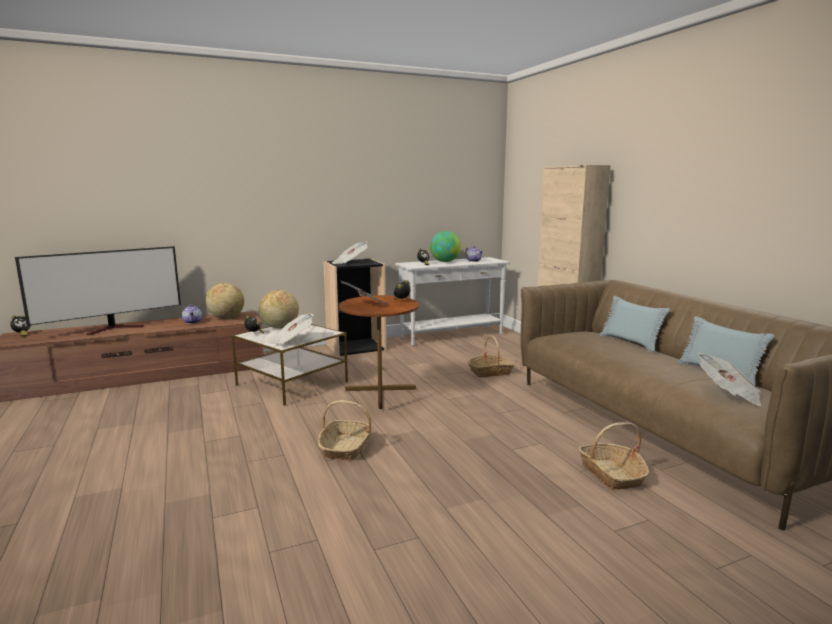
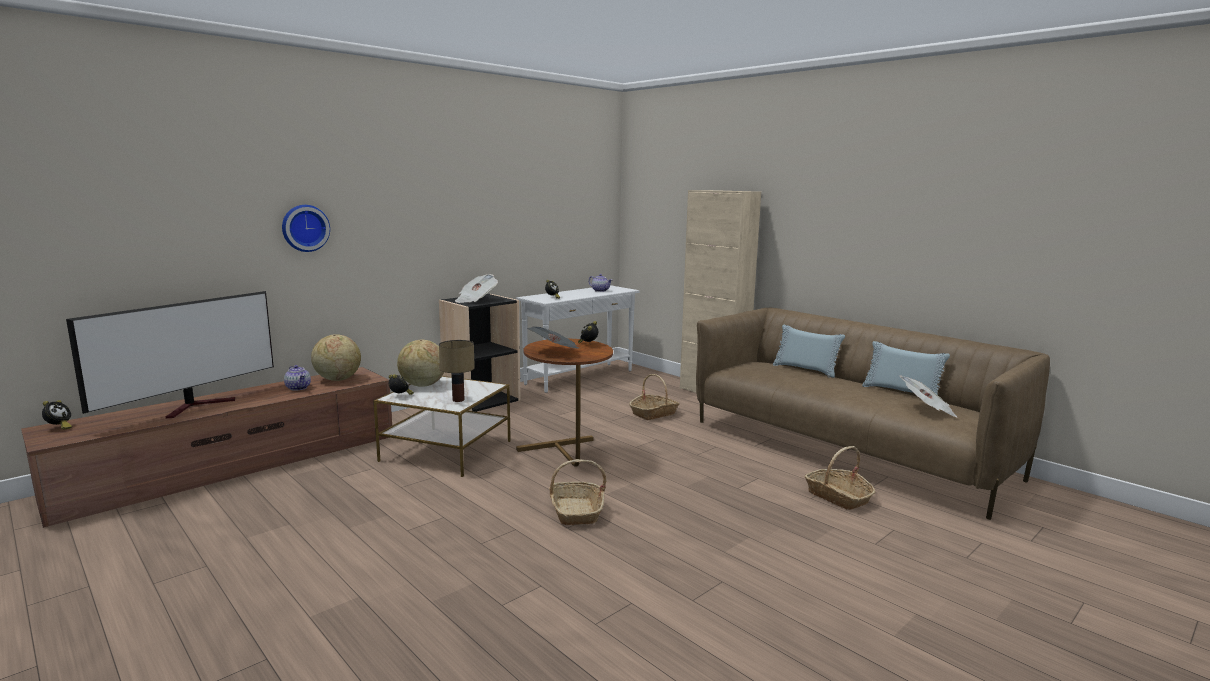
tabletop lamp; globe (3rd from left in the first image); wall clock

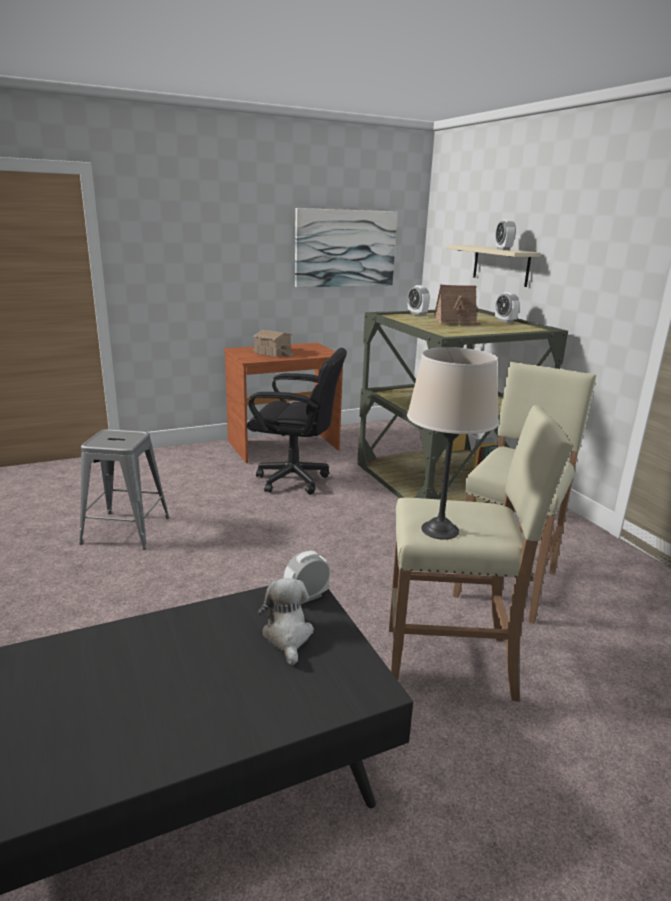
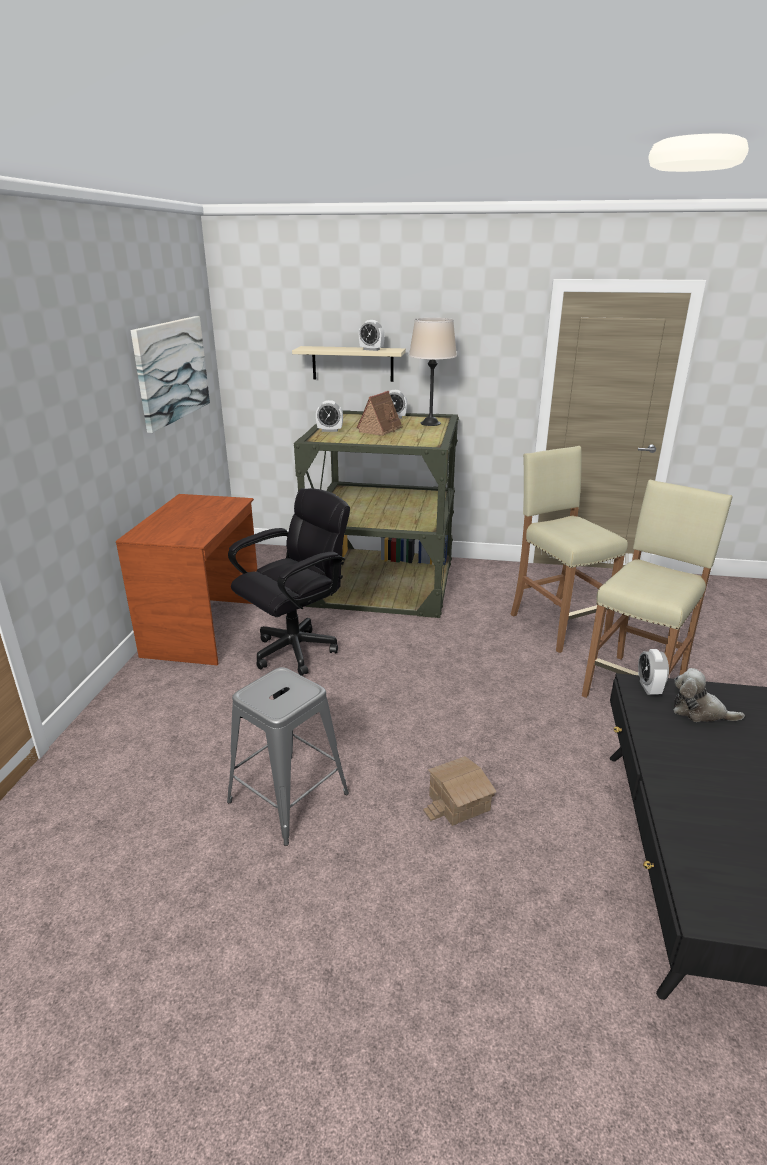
miniature house (2nd from left); beige tabletop lamp

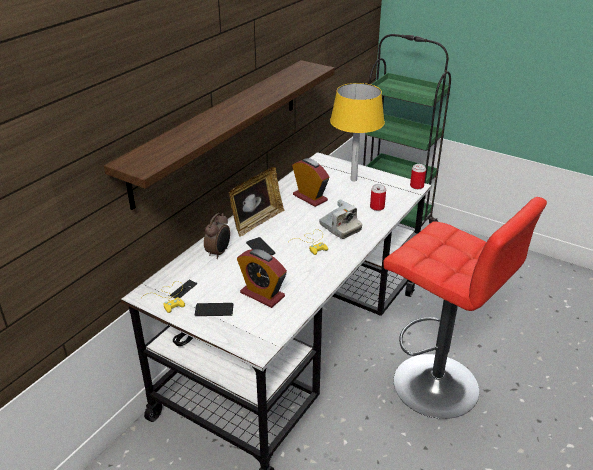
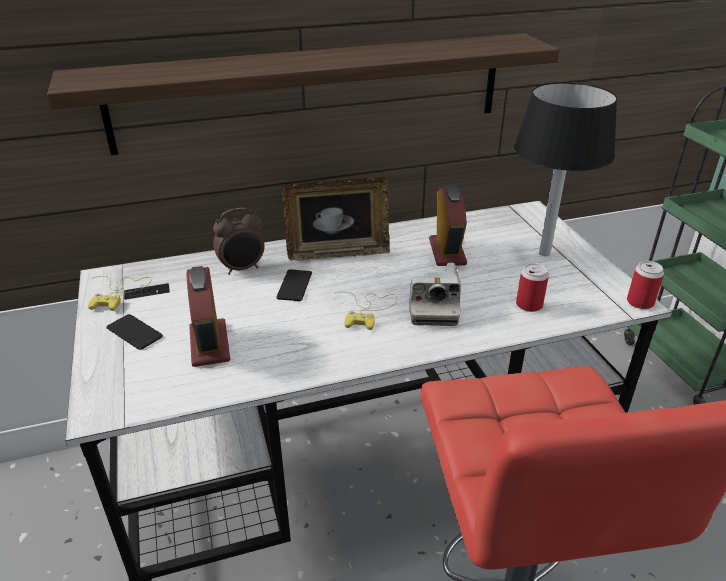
black-coloured tabletop lamp

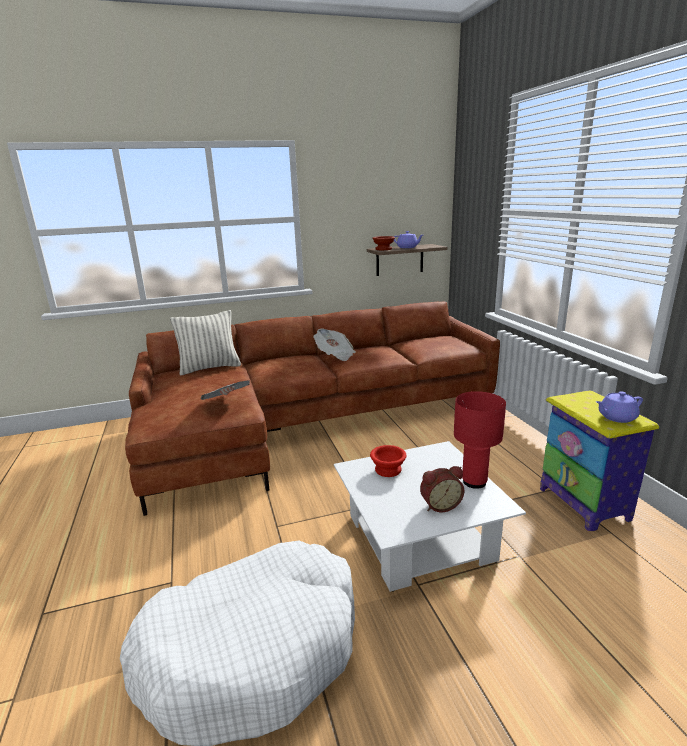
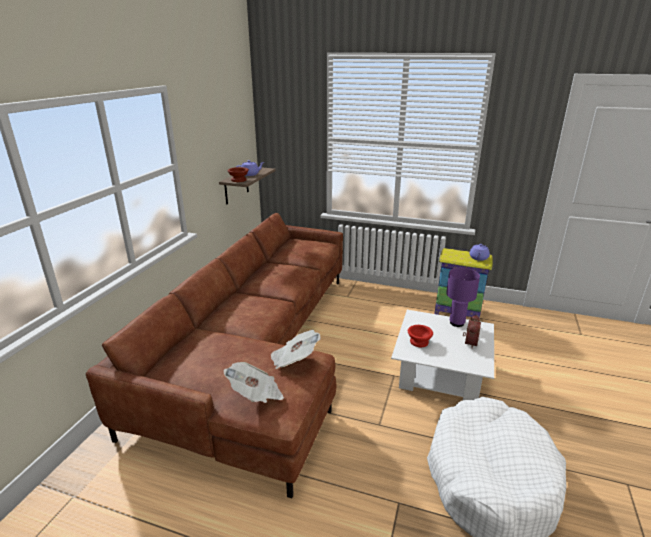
pillow; daily paper (1st from left); purple tabletop lamp

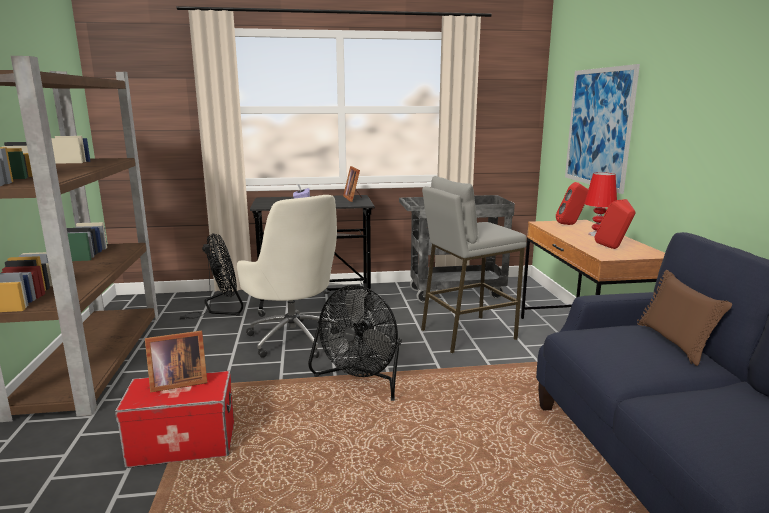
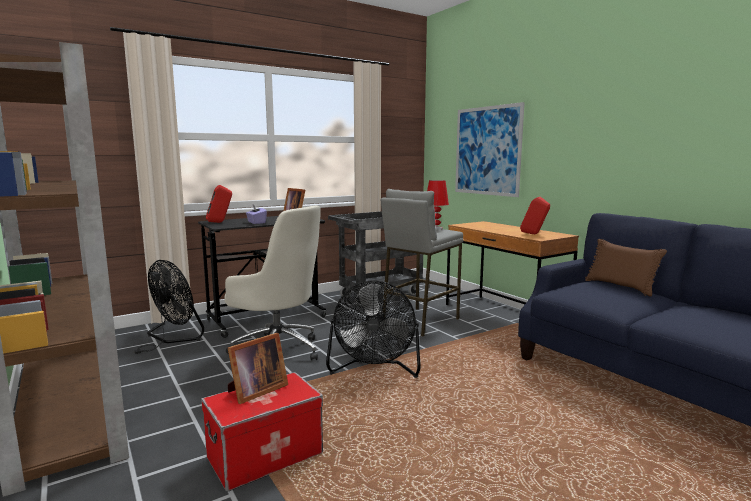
red-coloured audio speaker (1st from left); red-coloured tabletop lamp

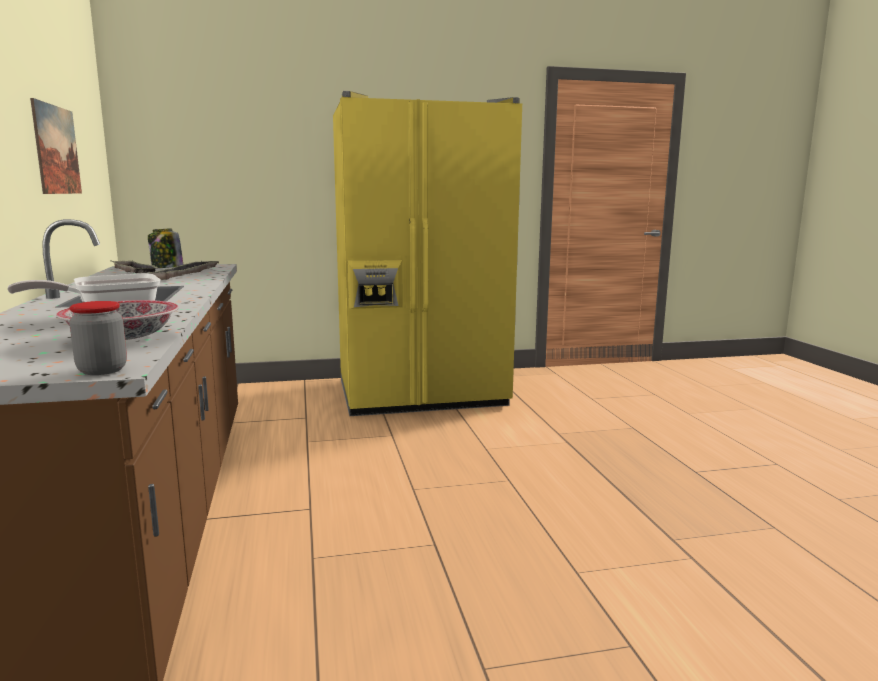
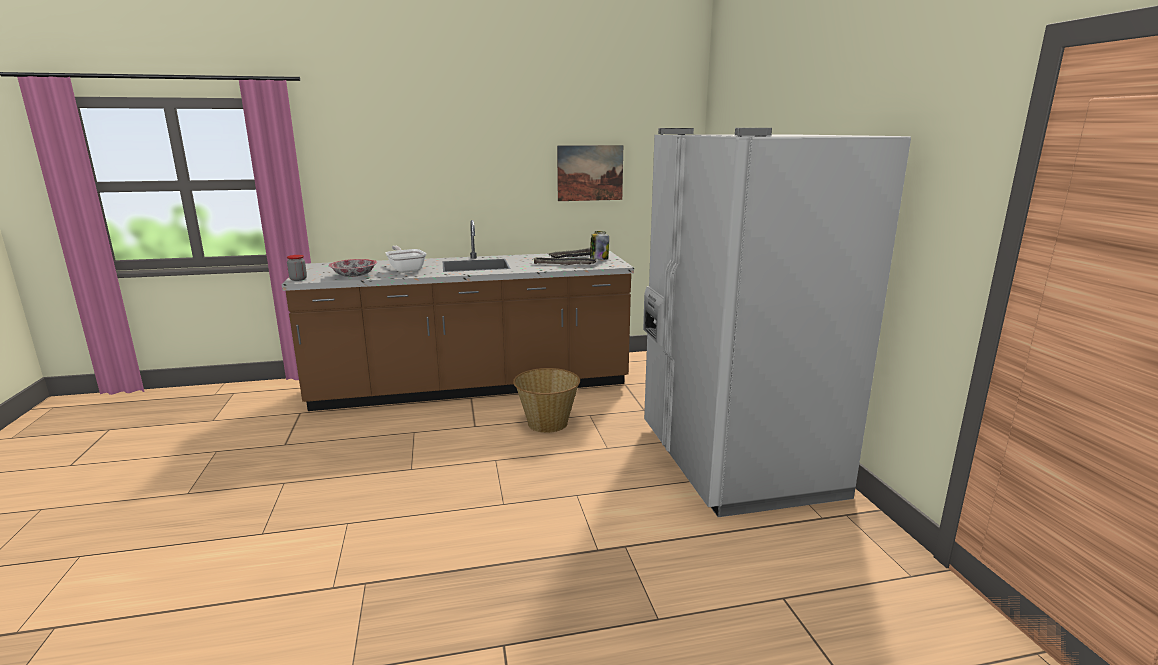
white refrigerator; storage basket

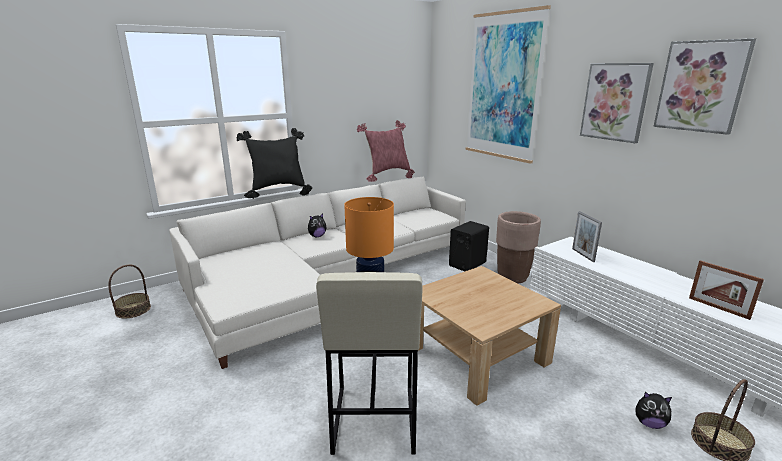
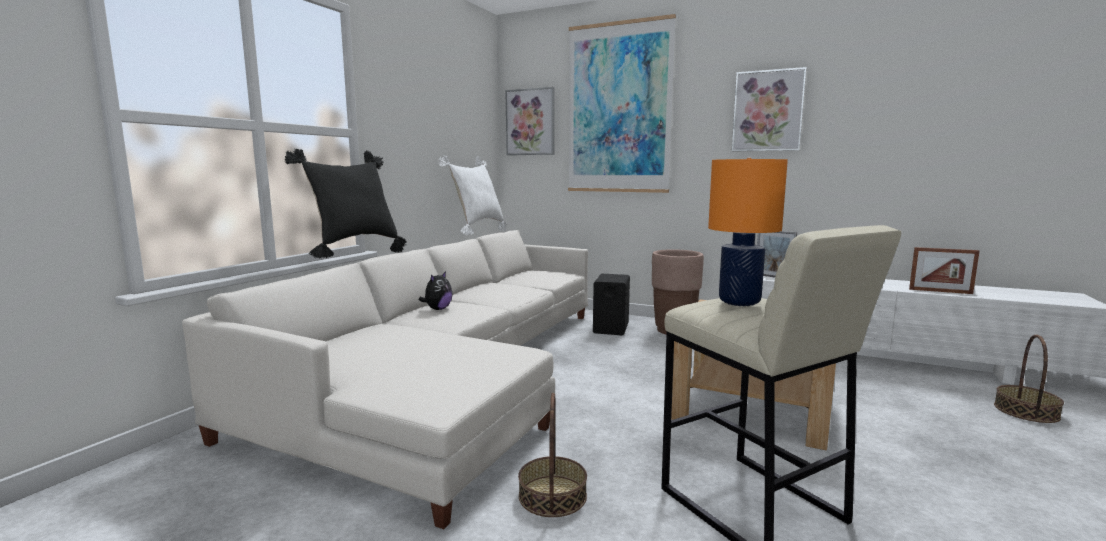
storage basket (1st from left); white pillow; soft toy (2nd from left in the first image); wall art (1st from left)

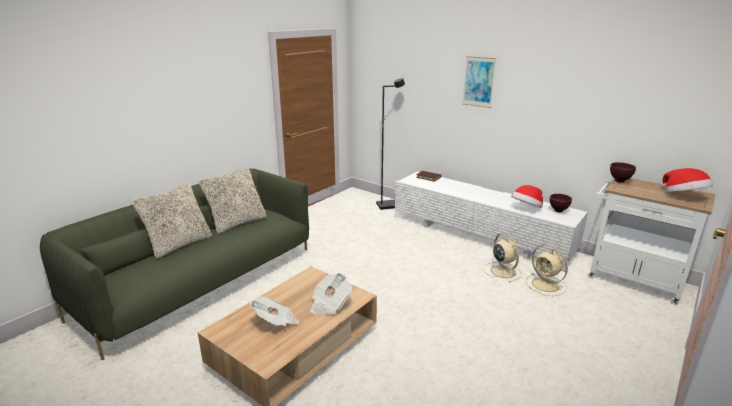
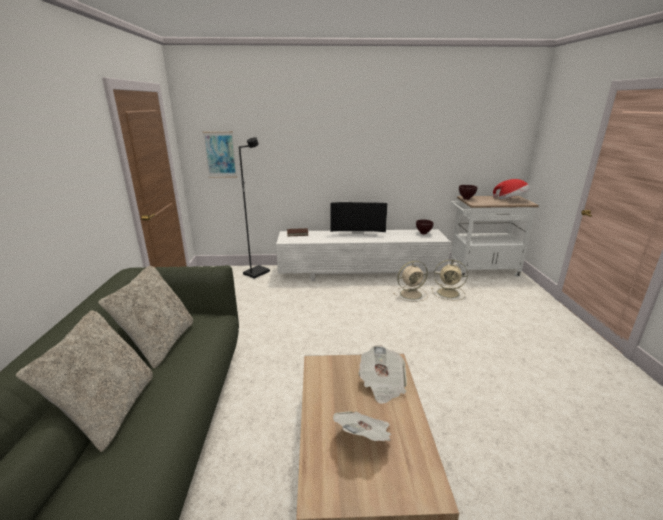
wall art; beige electric fan (1st from left); hat (1st from left in the first image); television

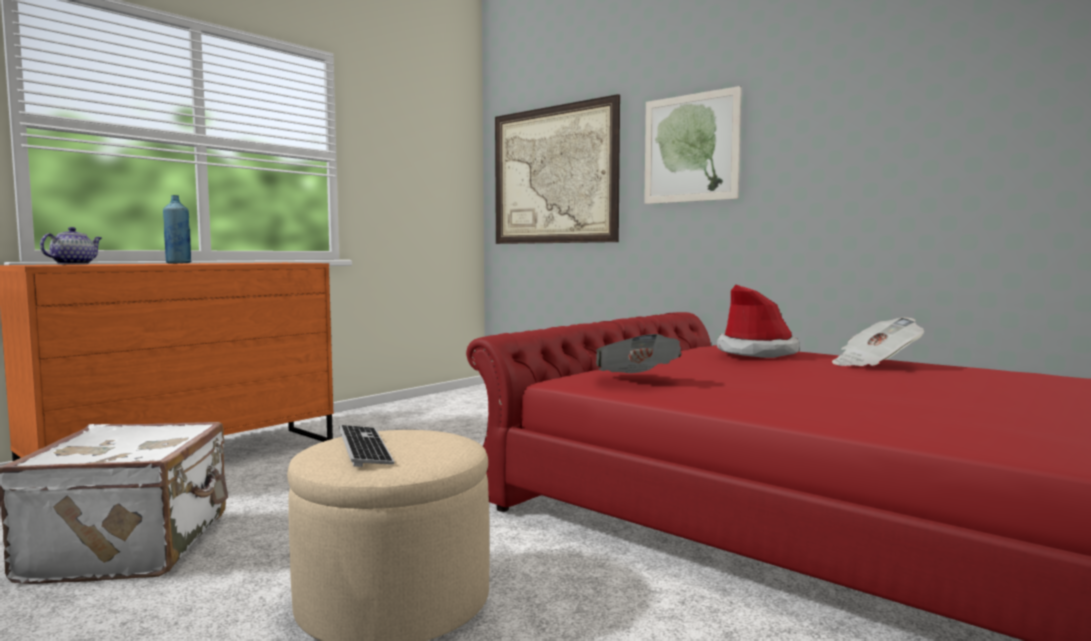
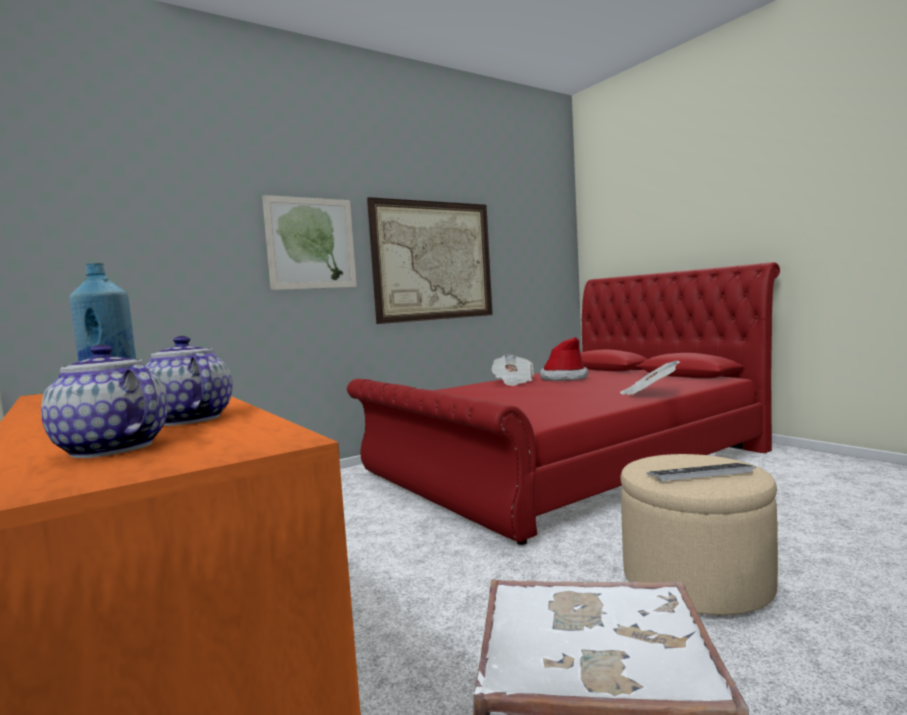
wall art (2nd from left); daily paper (2nd from left); hat; pot for tea (2nd from left)

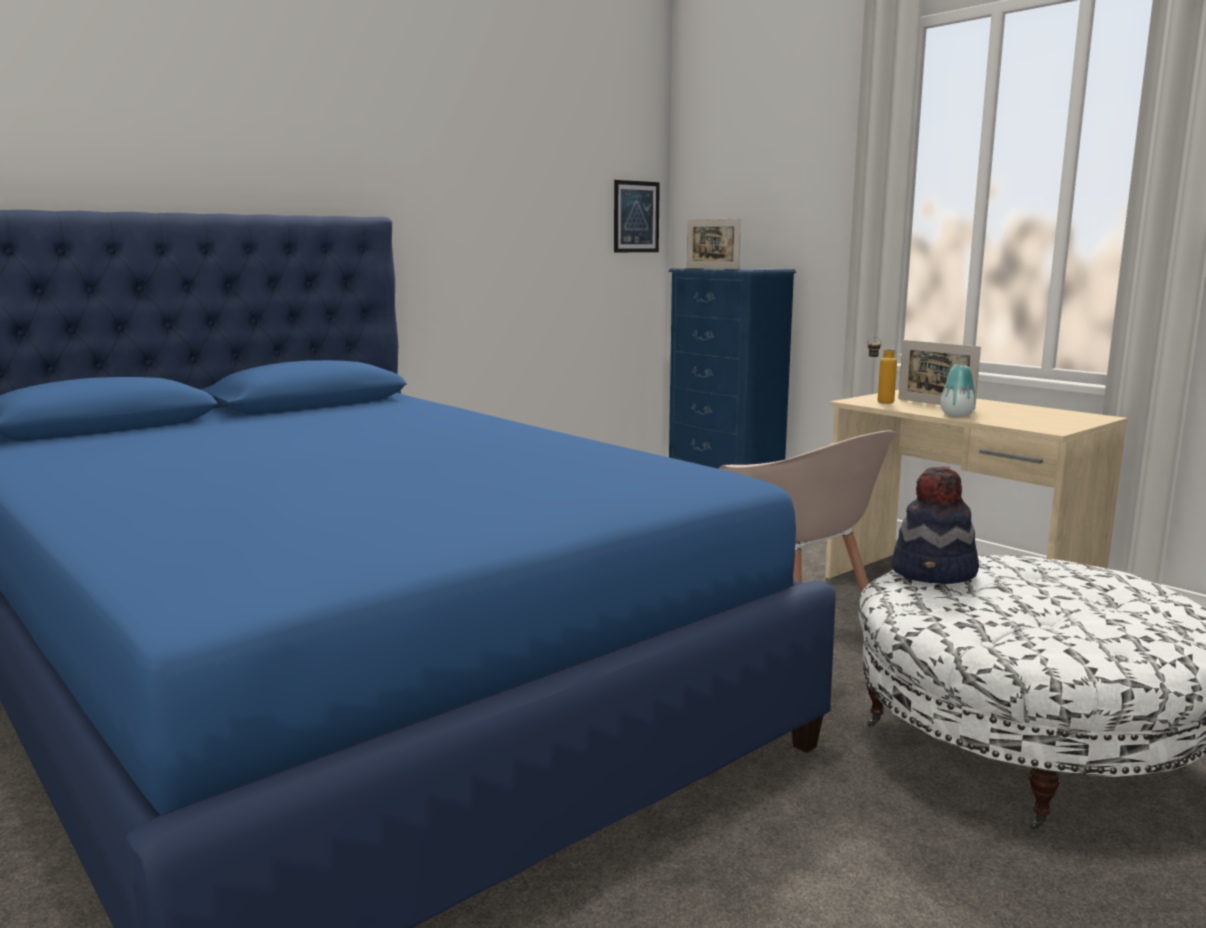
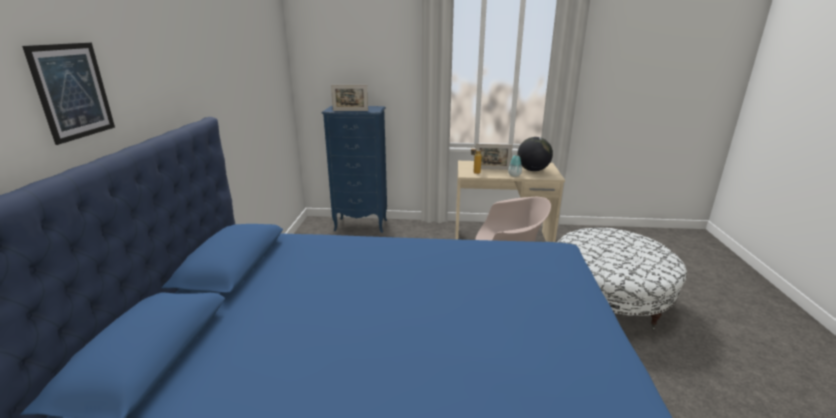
wall art; hat; globe

